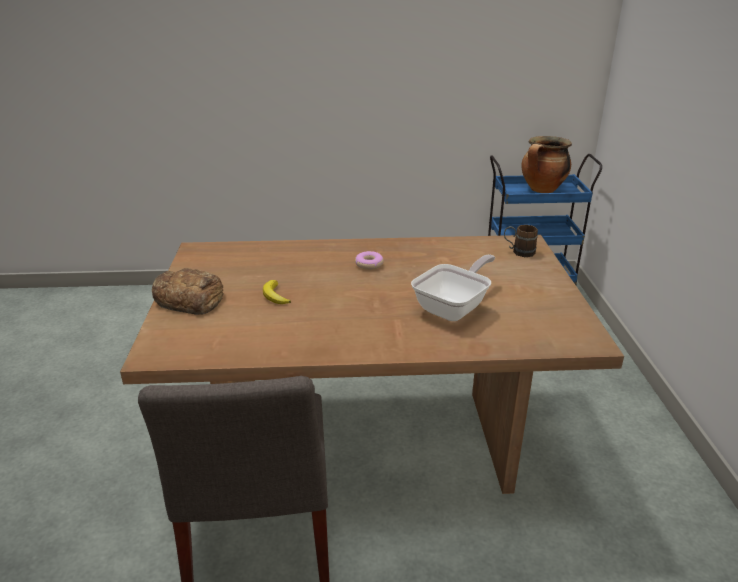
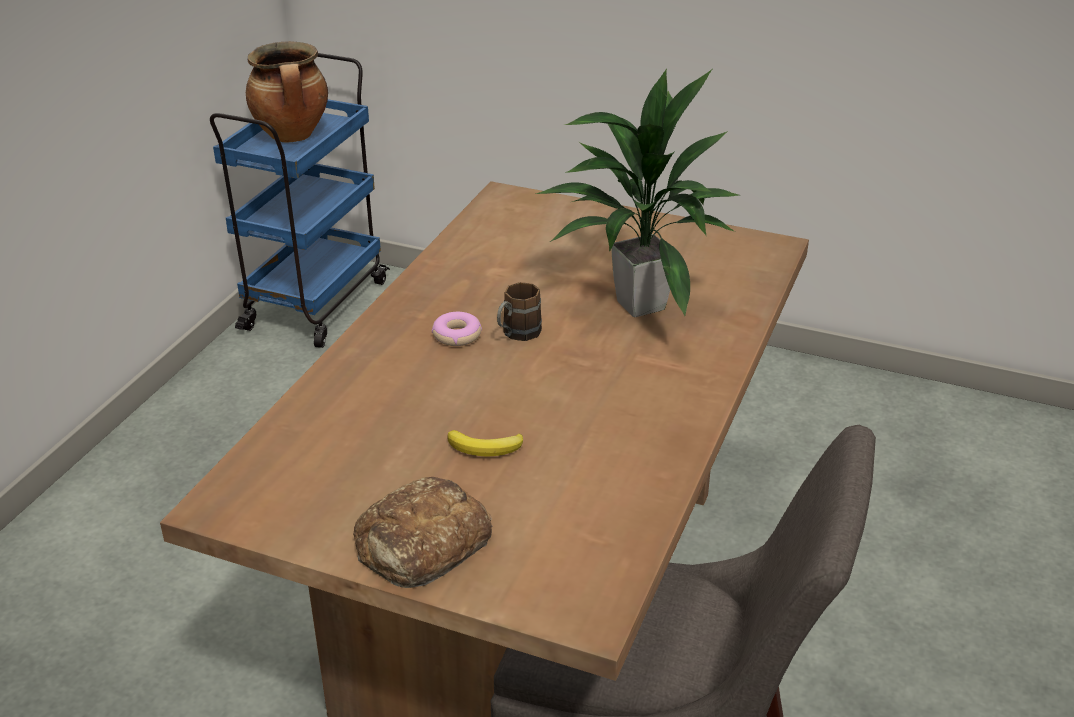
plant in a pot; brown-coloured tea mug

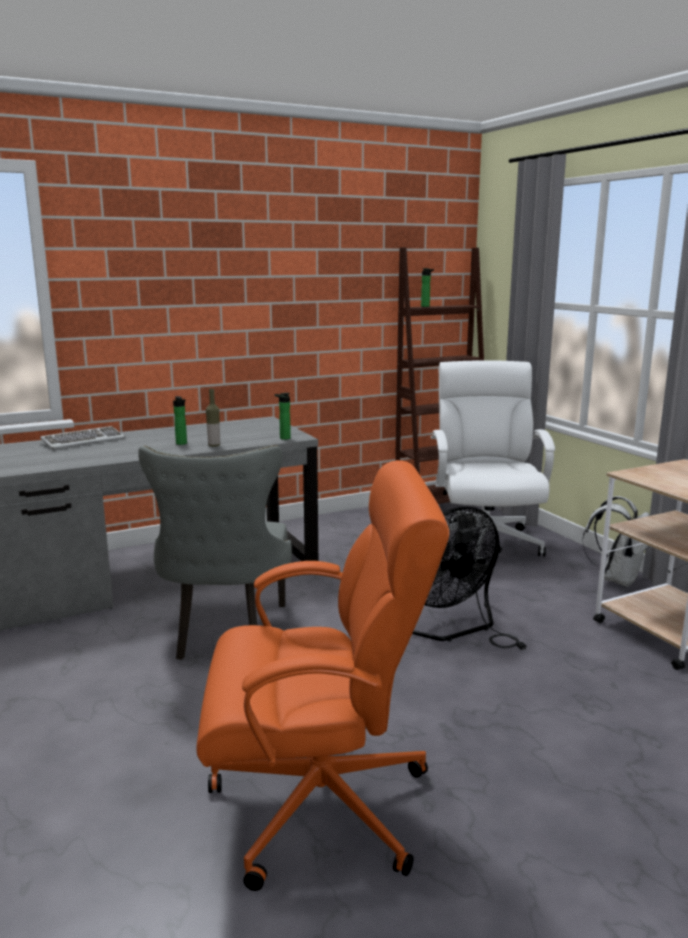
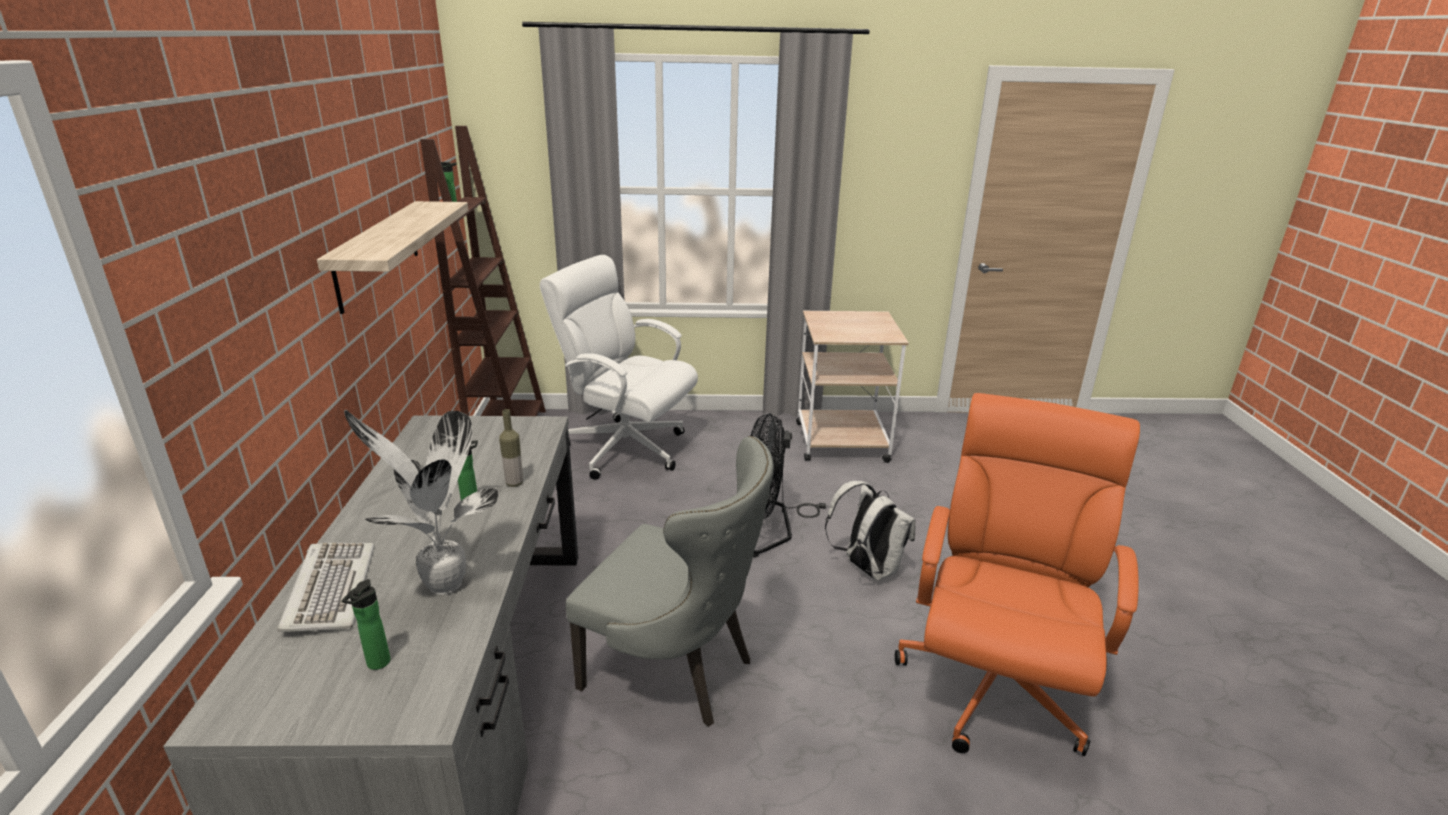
drink bottle (1st from left); white knapsack; wall shelf; plant in a pot

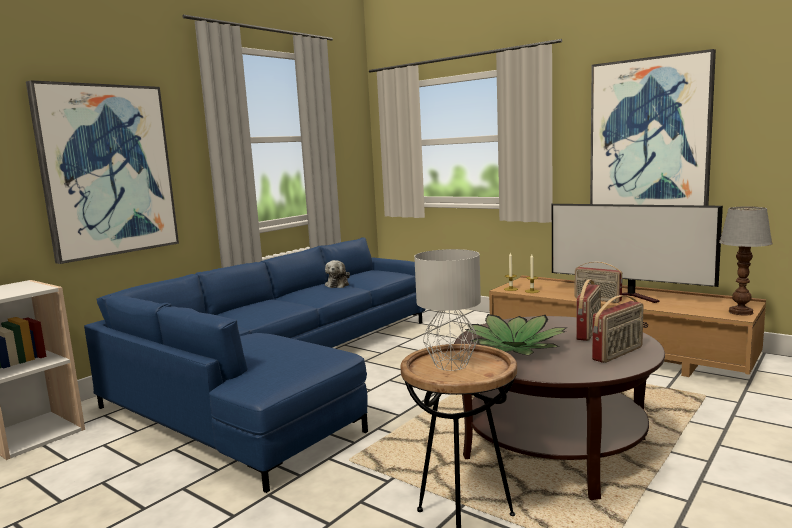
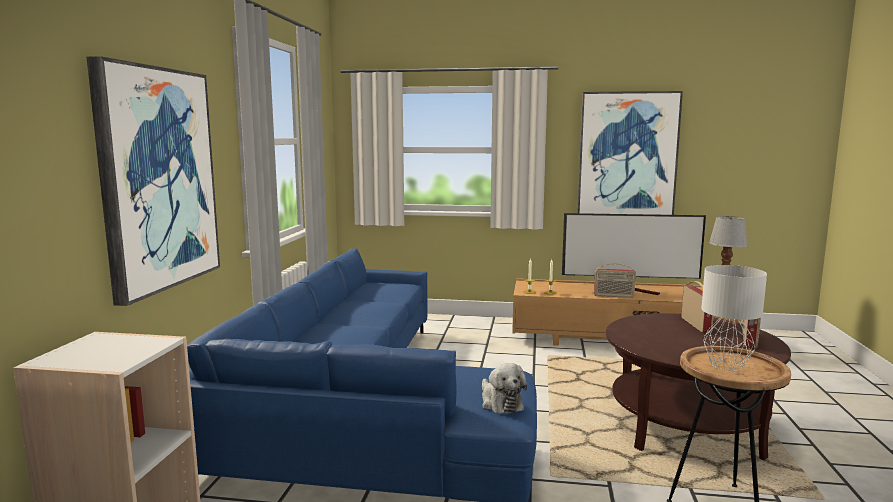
soft toy; plant in a pot

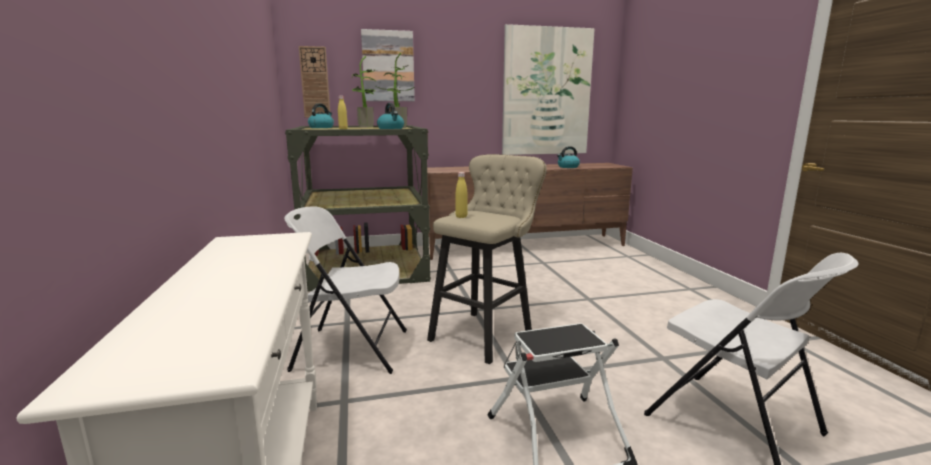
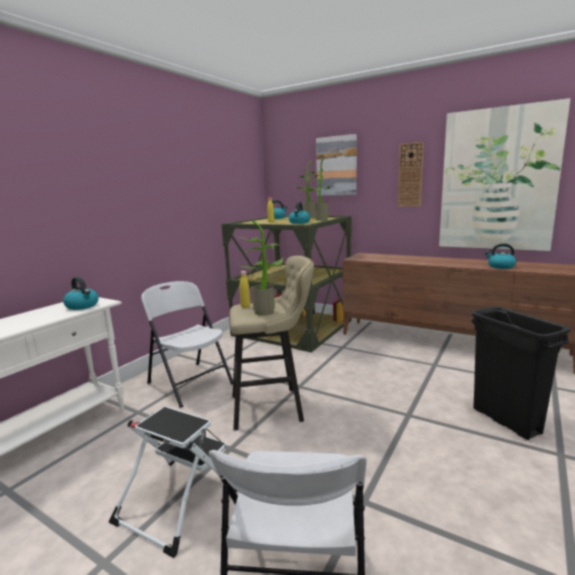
wall clock; water kettle (1st from left); plant in a pot (1st from left); black-coloured trash can

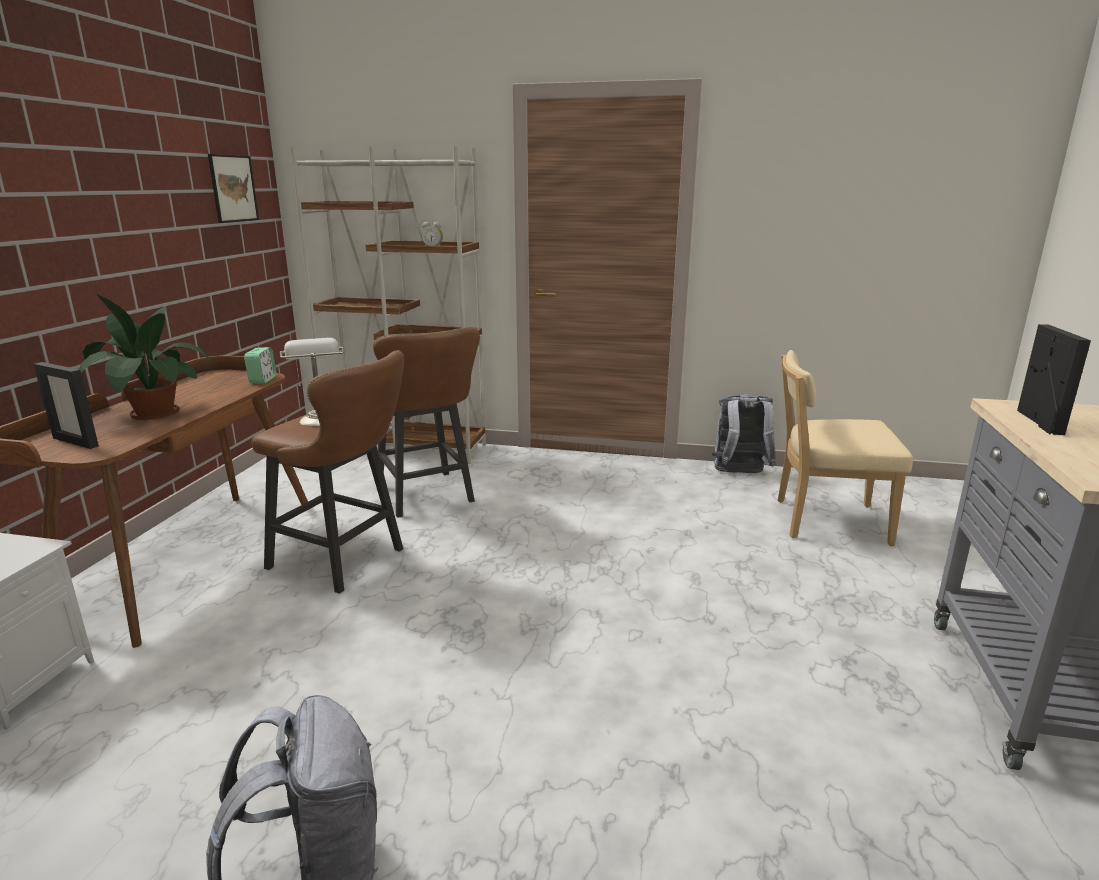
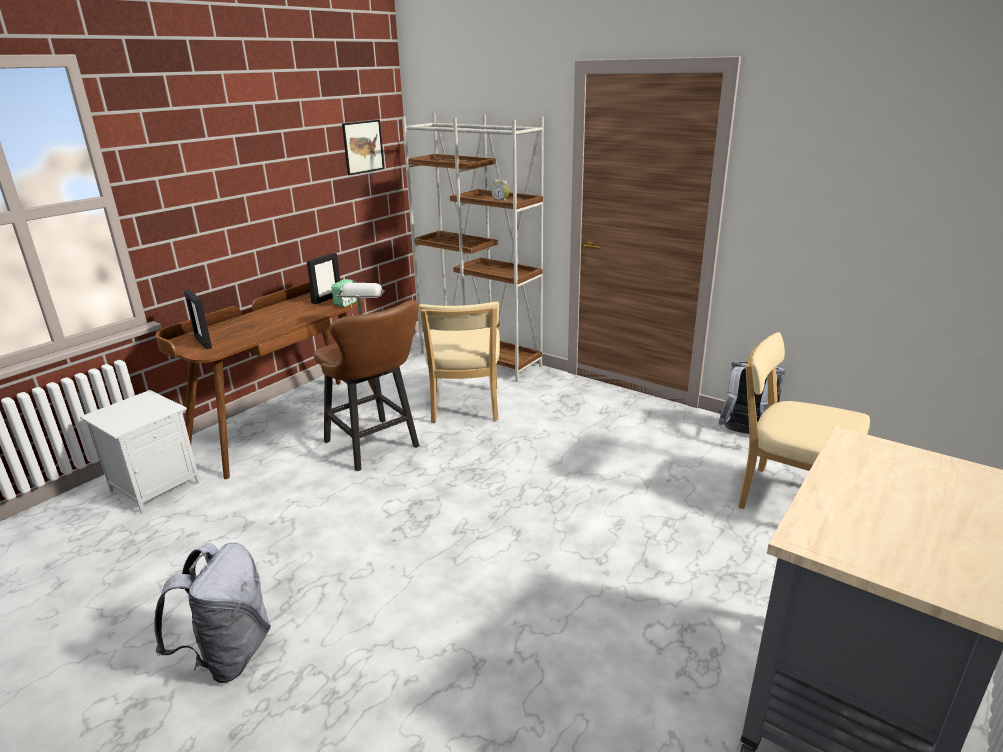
plant in a pot; beige plain chair (1st from left); standing frame (2nd from left)

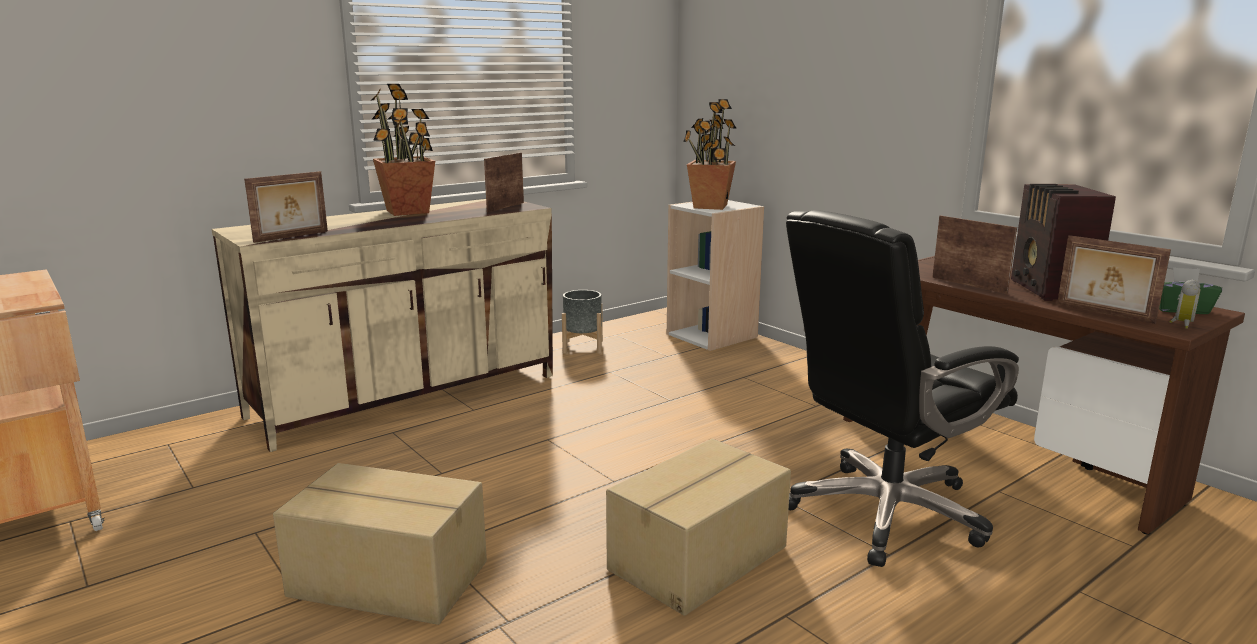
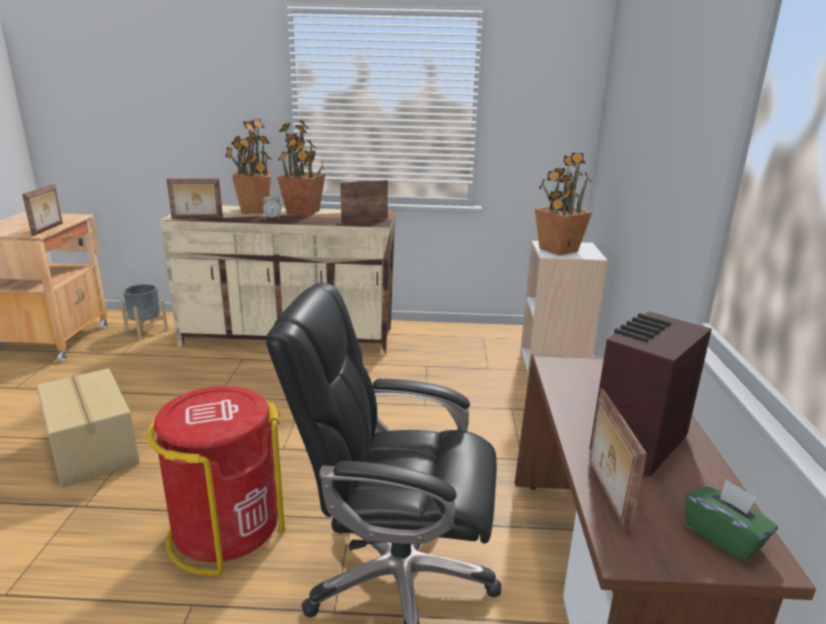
grey plant pot; red-coloured trash can; standing frame (1st from left); alarm clock; plant in a pot (1st from left)

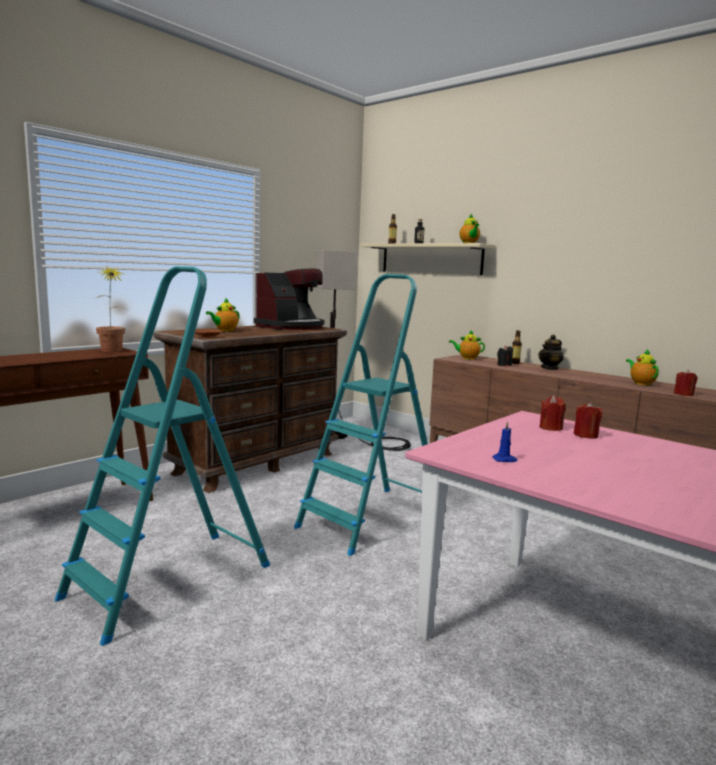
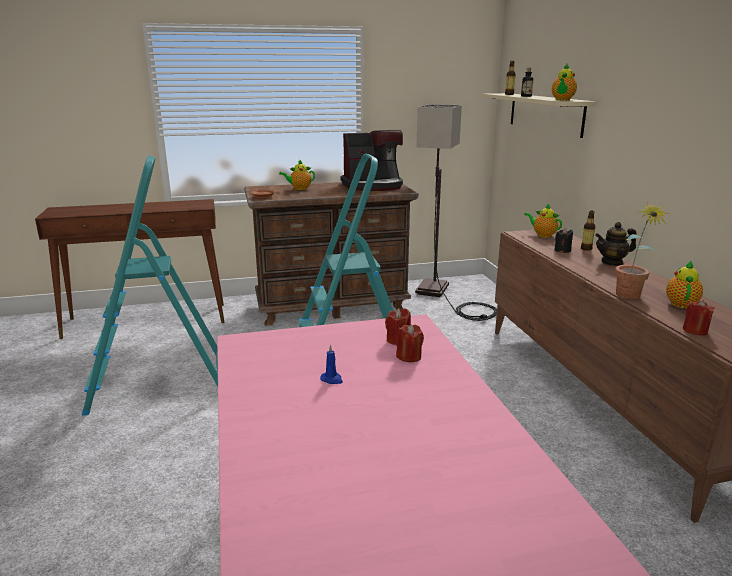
plant in a pot; bluish wax candle

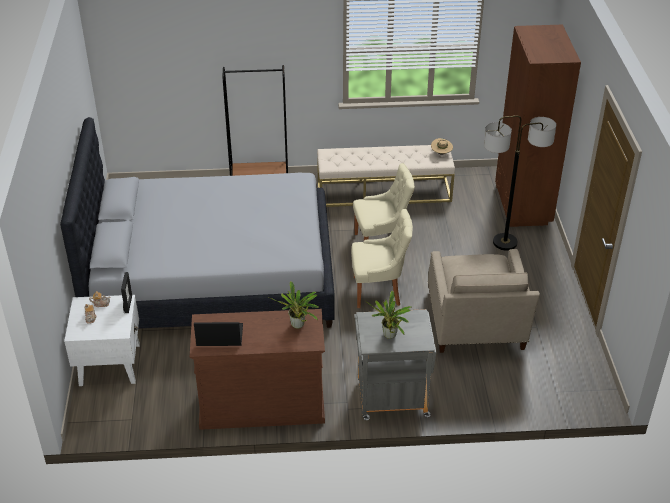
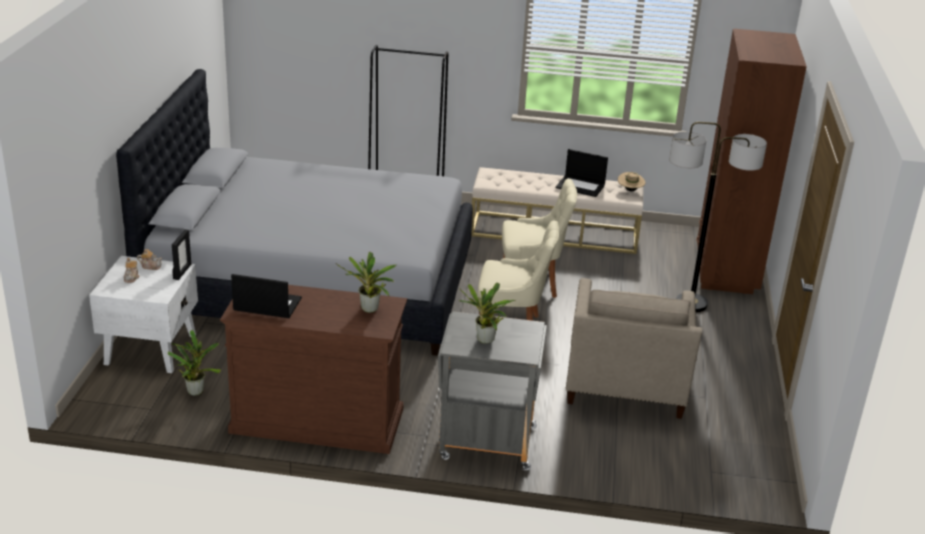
plant in a pot (1st from left); portable computer (2nd from left)

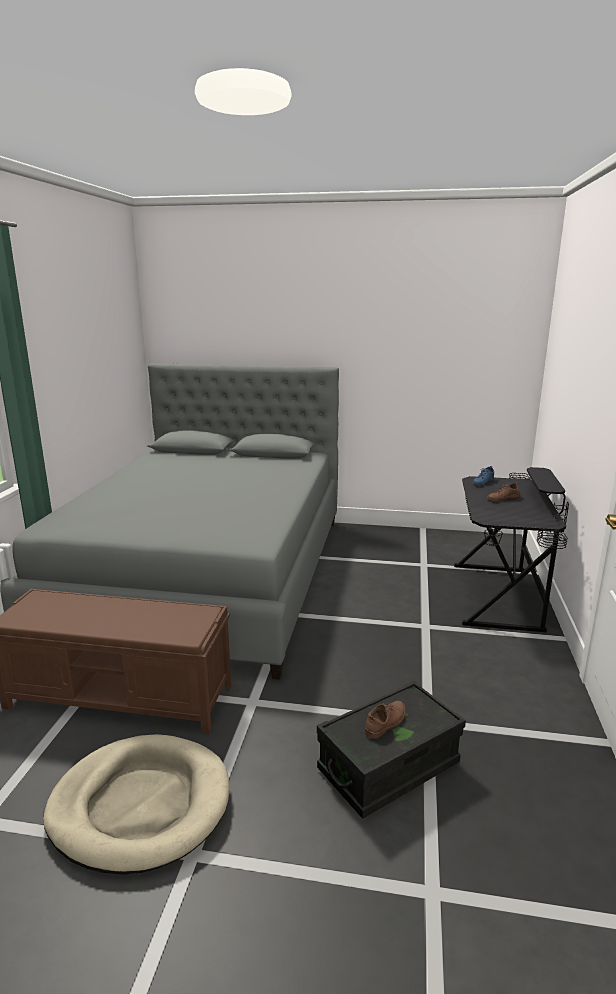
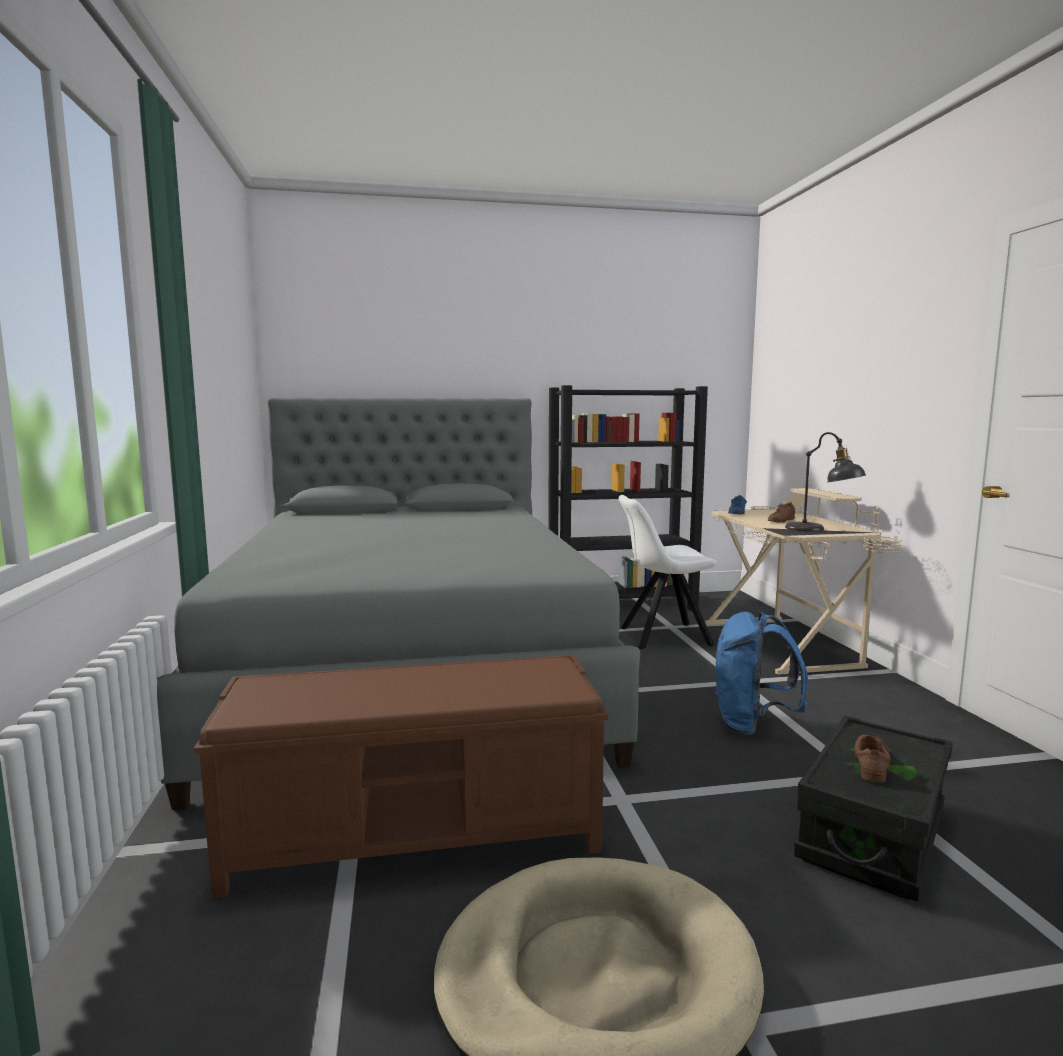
beige desk table; black-coloured shelving unit; white plain chair; bluish knapsack; grey tabletop lamp

